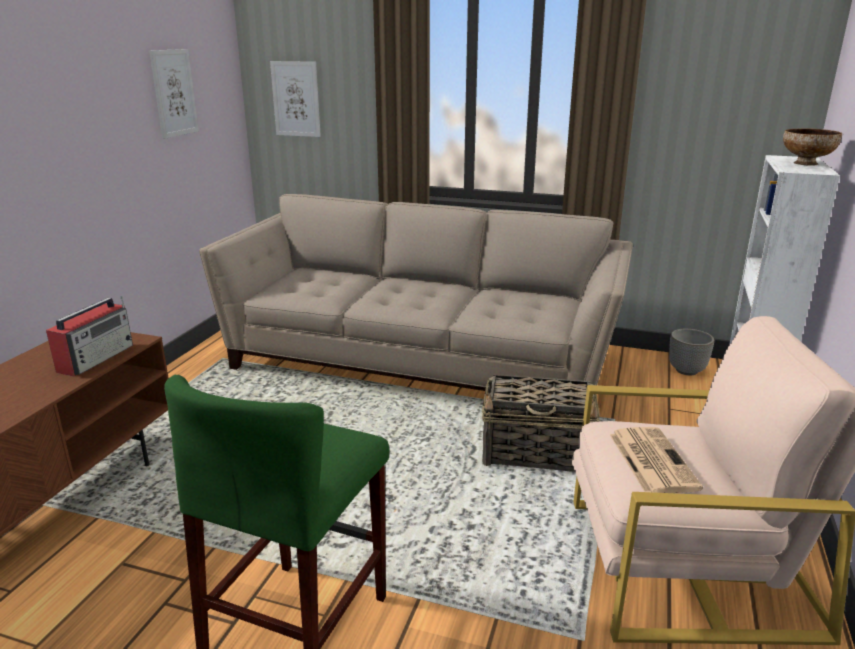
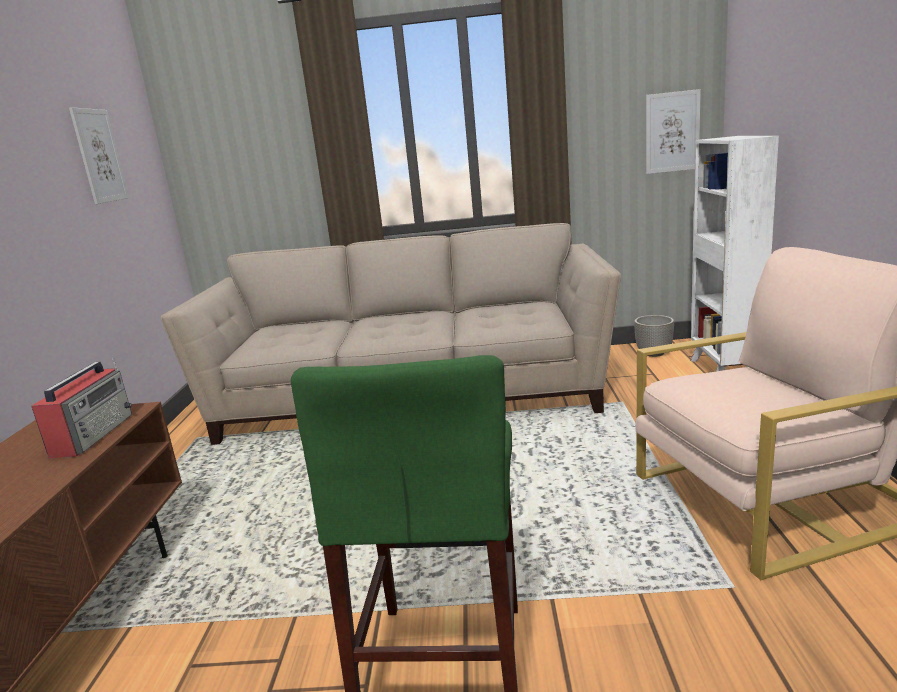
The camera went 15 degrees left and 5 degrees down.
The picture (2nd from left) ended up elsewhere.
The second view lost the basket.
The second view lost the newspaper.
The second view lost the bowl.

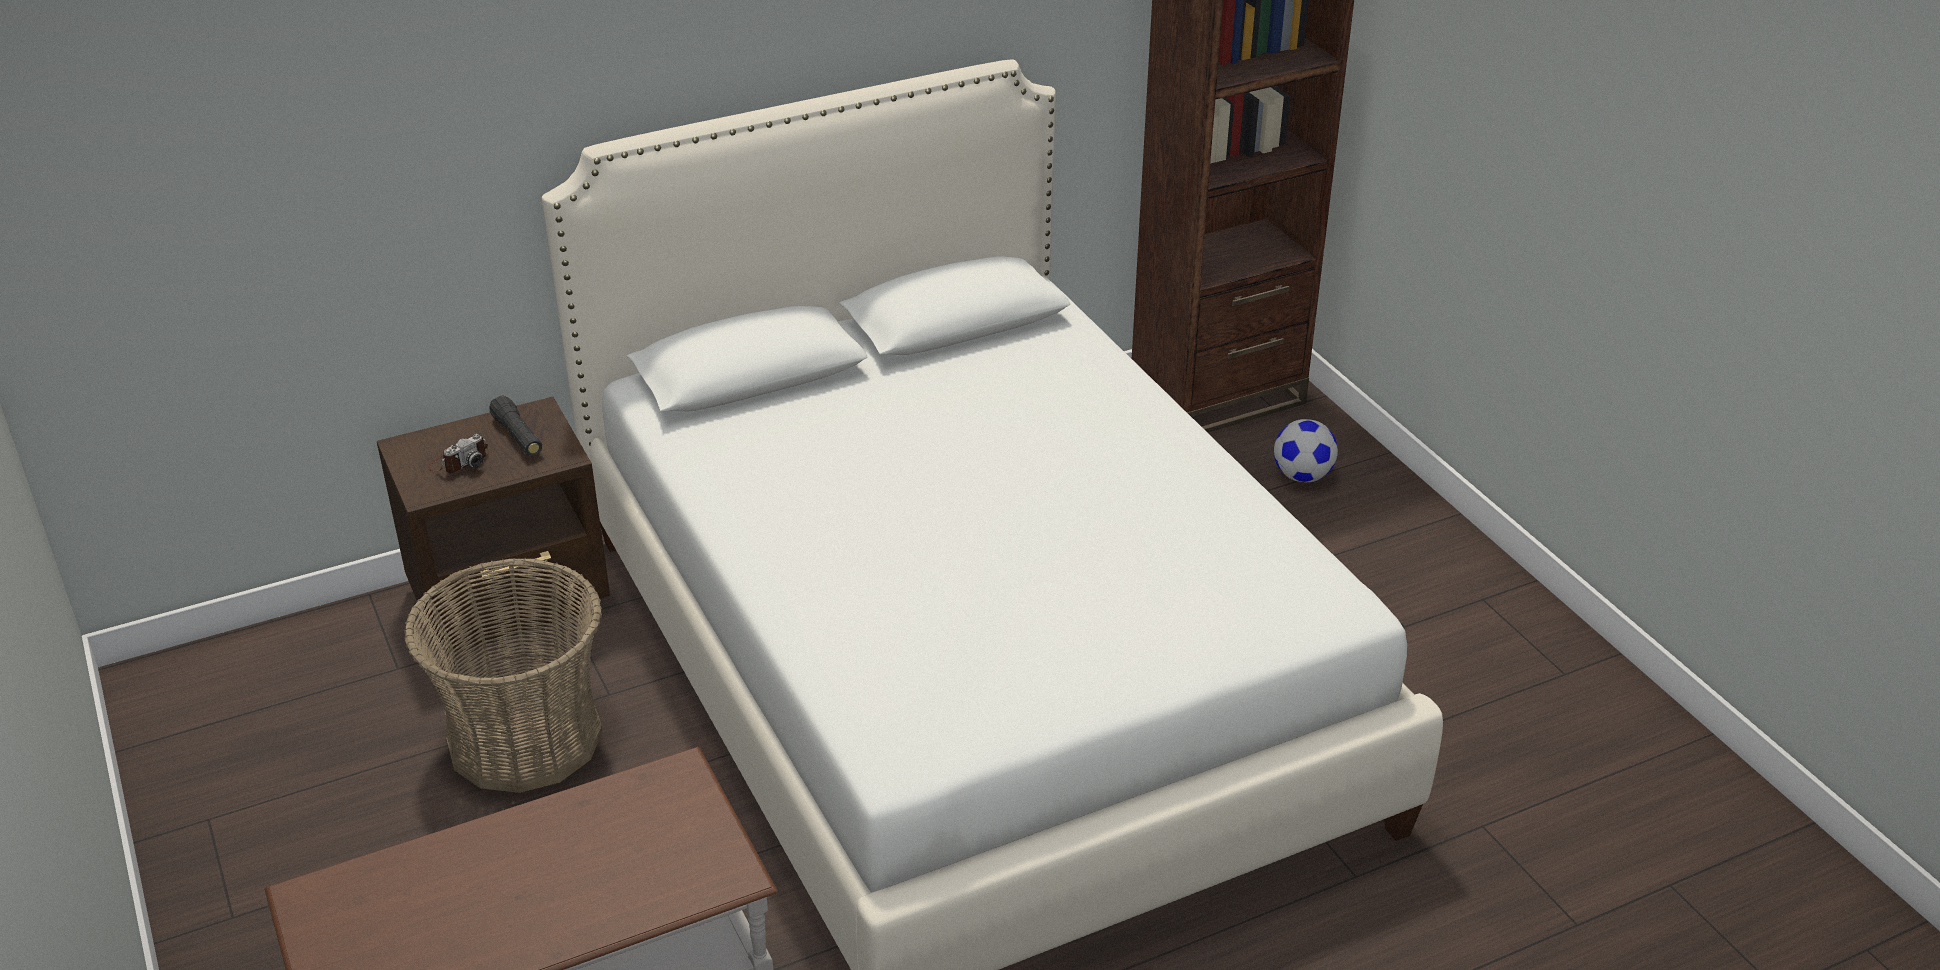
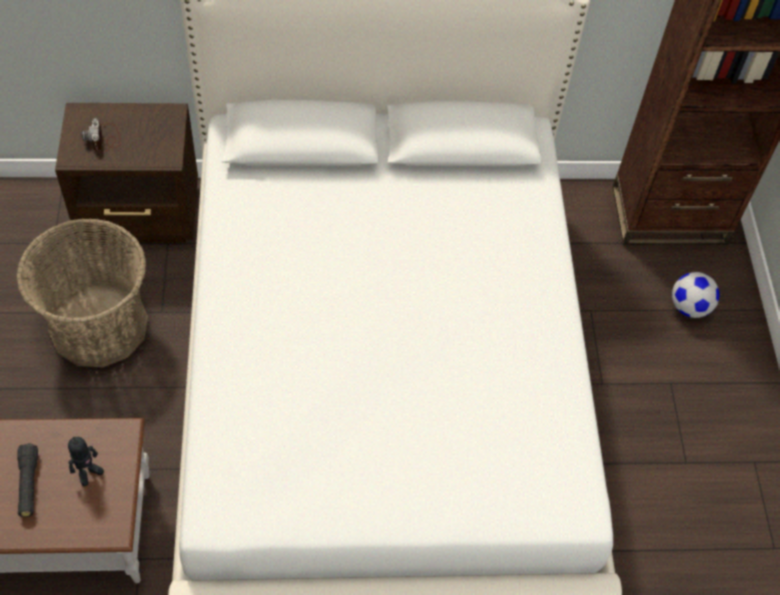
The camera went 20 degrees right and 20 degrees up.
The black_flashlight ended up elsewhere.
The second view gained the toy_robot.
The photo_camera ended up facing another way, 105 degrees clockwise from before.

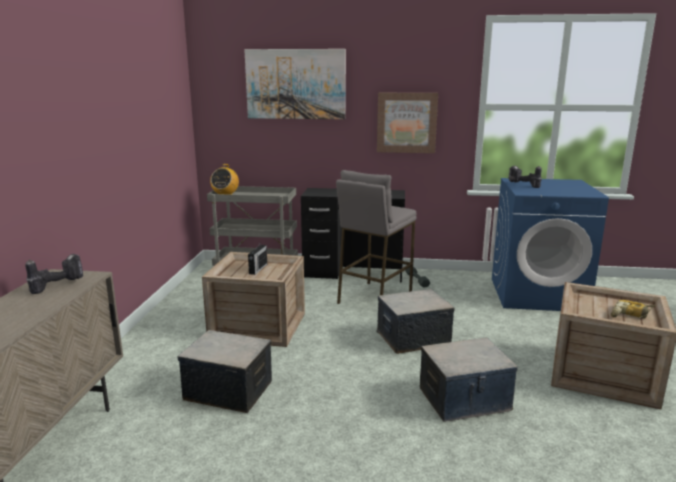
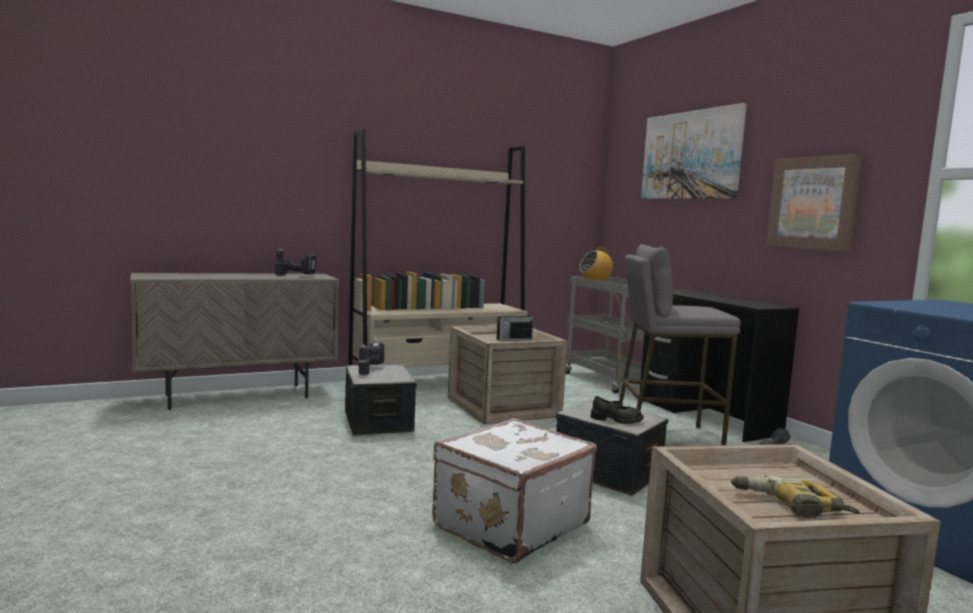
The camera went 55 degrees right and 10 degrees down.
The second view gained the beige_bookcase.
The power_drill (2nd from left) ended up elsewhere.
Where the storage_box (3rd from left) stood, the white_suitcase came to stand.
The second view gained the black_shoe.

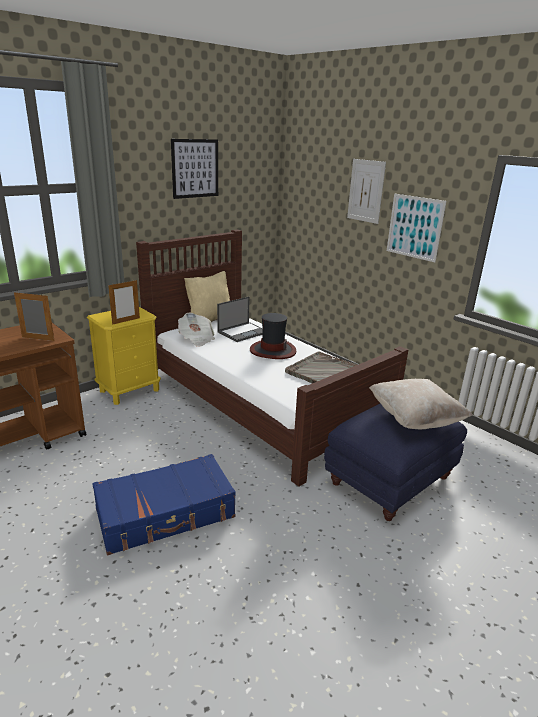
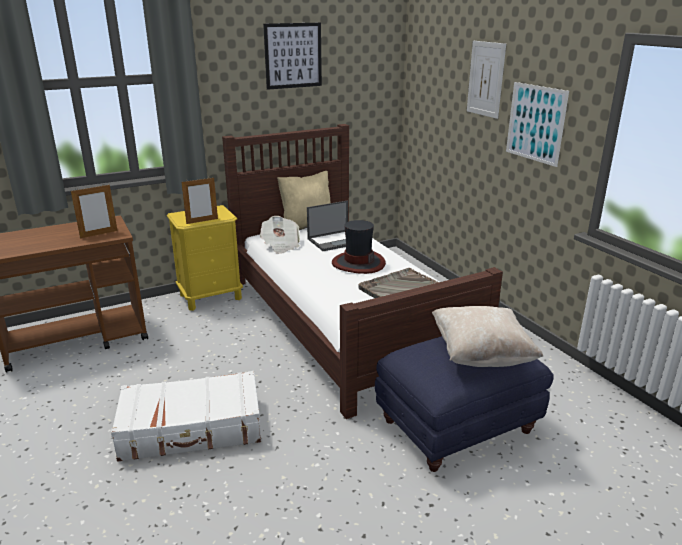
The camera went 15 degrees right and 0 degrees up.
The picture_frame (1st from left) ended up facing another way, 120 degrees clockwise from before.
What was the blue_suitcase turned into the white_suitcase.

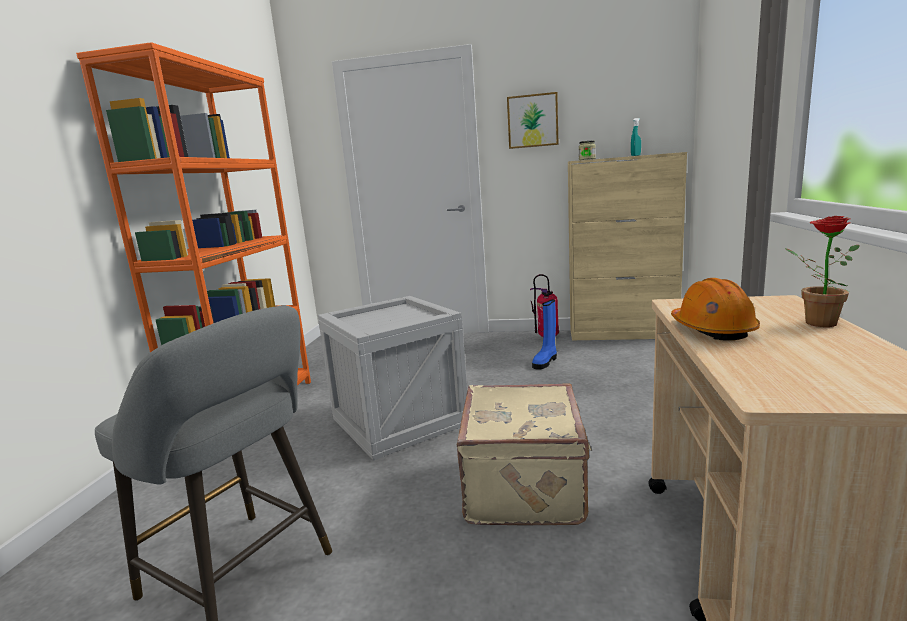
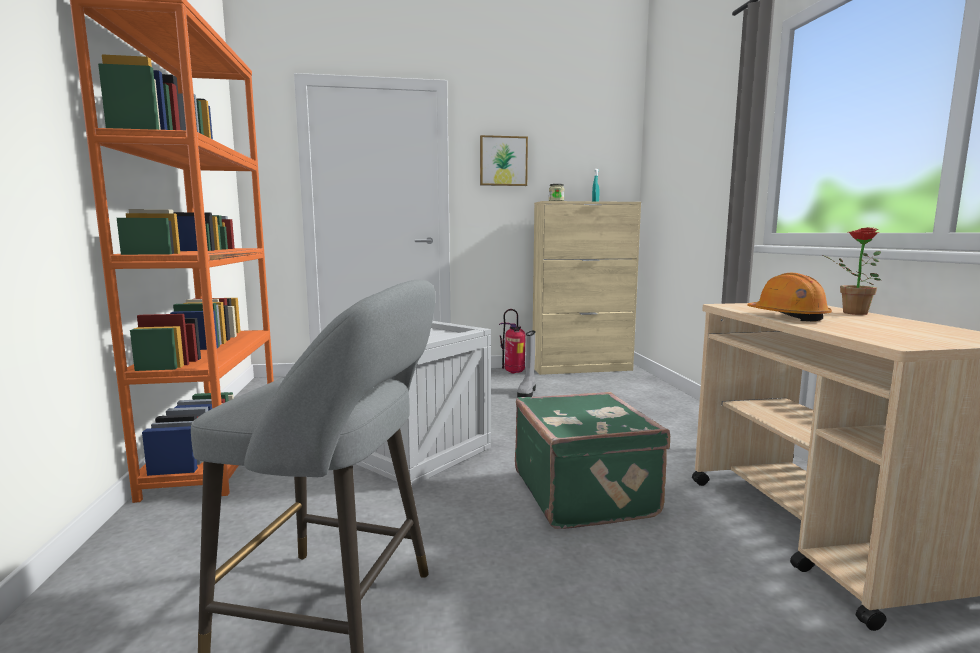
The camera went 20 degrees left and 5 degrees down.
What was the beige_suitcase turned into the green_suitcase.
What was the blue_boot turned into the grey_boot.

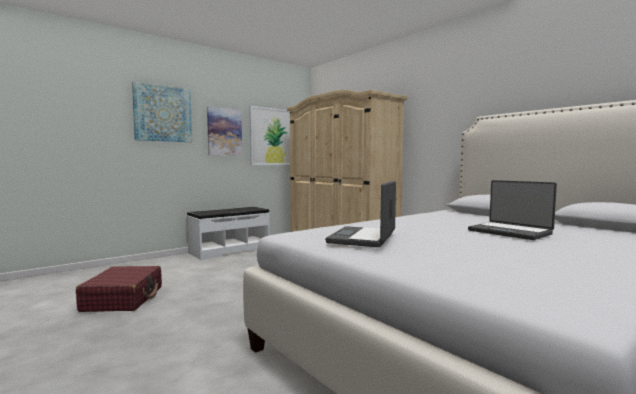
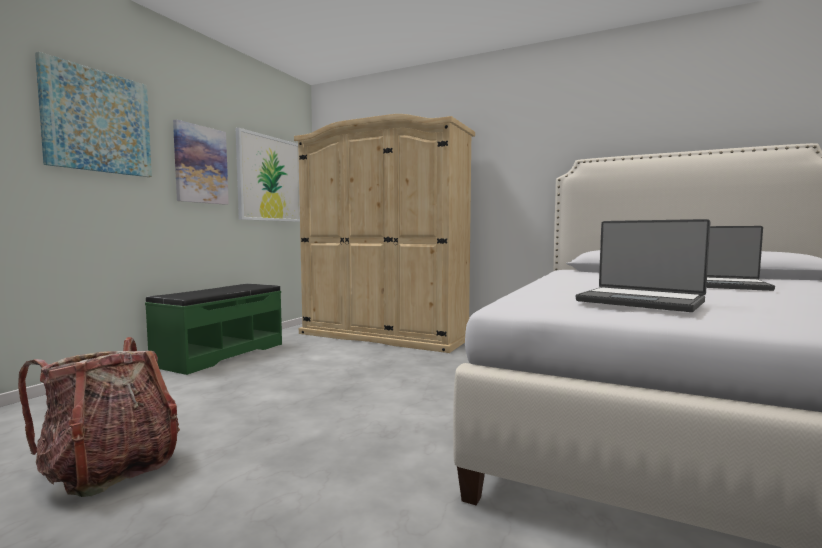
The camera went 25 degrees left and 0 degrees up.
Where the red_suitcase stood, the backpack came to stand.
What was the white_bench turned into the green_bench.
The laptop (1st from left) ended up facing another way, 45 degrees counterclockwise from before.

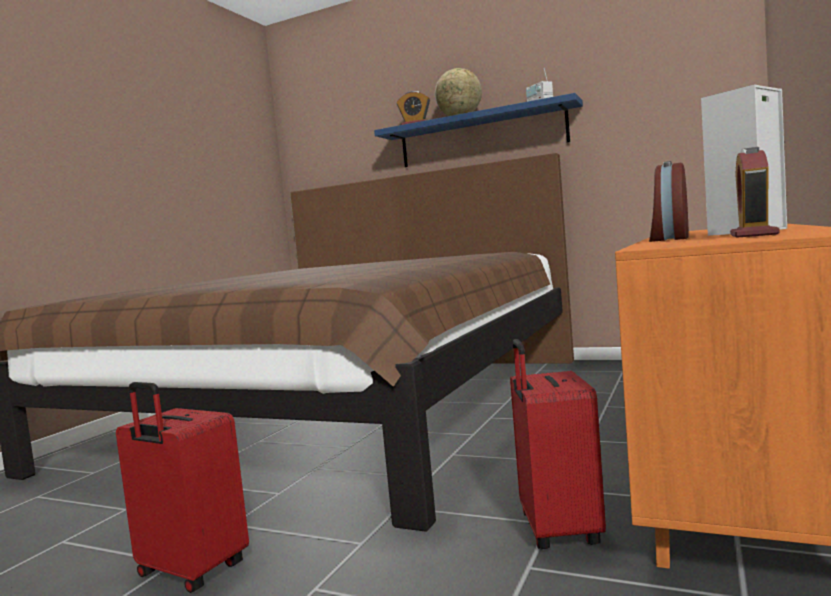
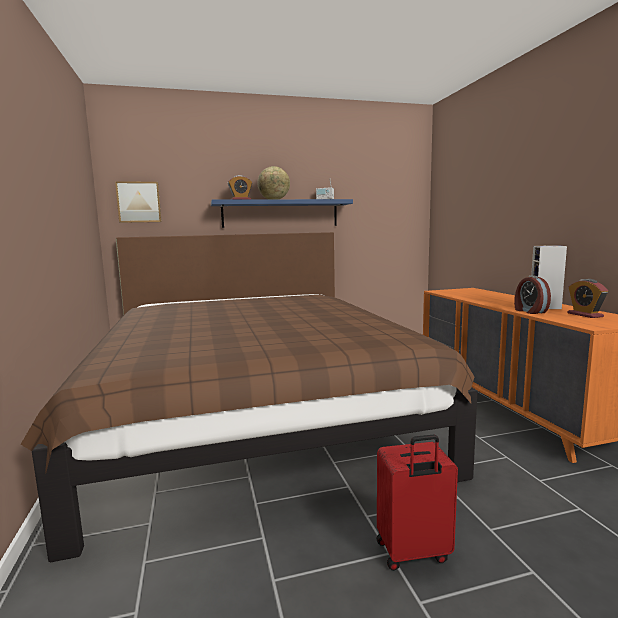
The camera went 40 degrees left and 5 degrees up.
The second view gained the picture.
The second view lost the red_suitcase (2nd from left).

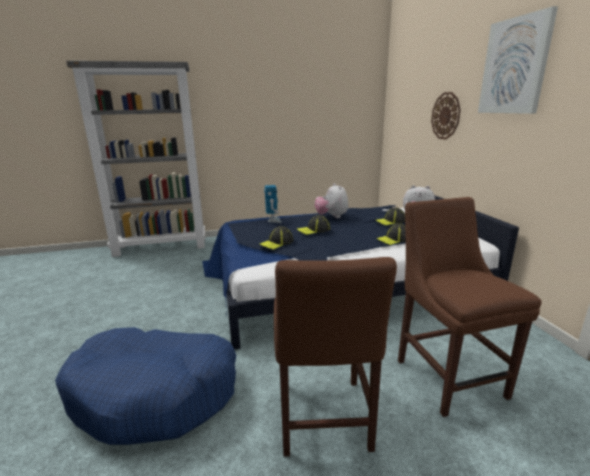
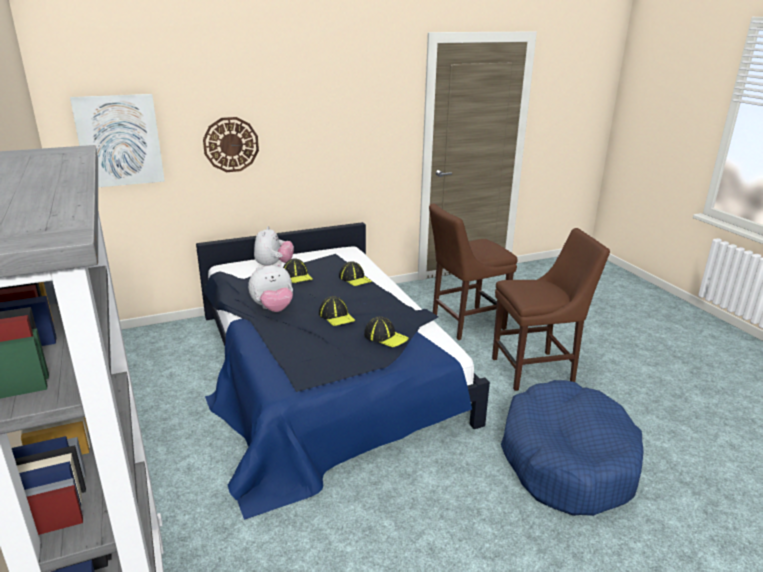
The camera went 100 degrees left and 5 degrees up.
The picture ended up elsewhere.
The second view lost the toy_robot.

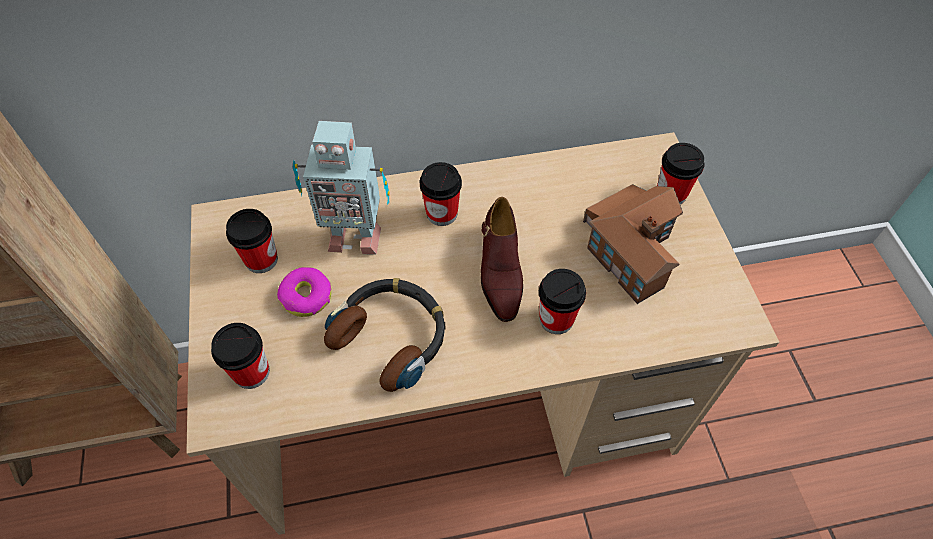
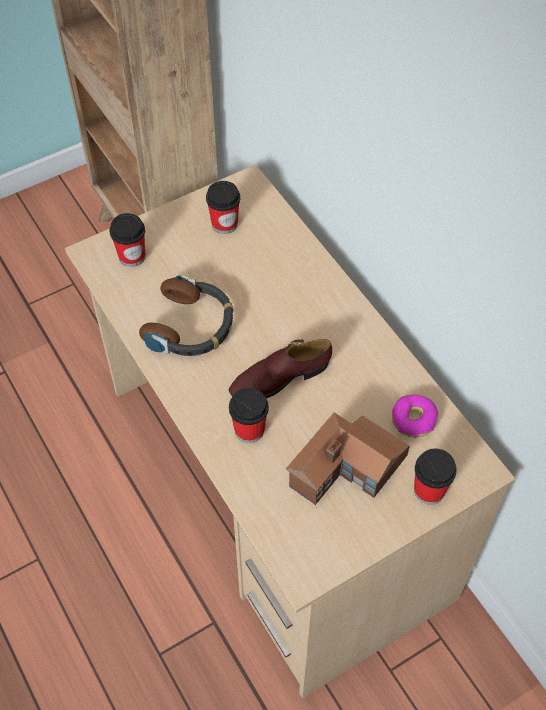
The camera went 70 degrees right and 0 degrees up.
The donut ended up elsewhere.
The second view lost the toy_robot.
The second view lost the cup (3rd from left).

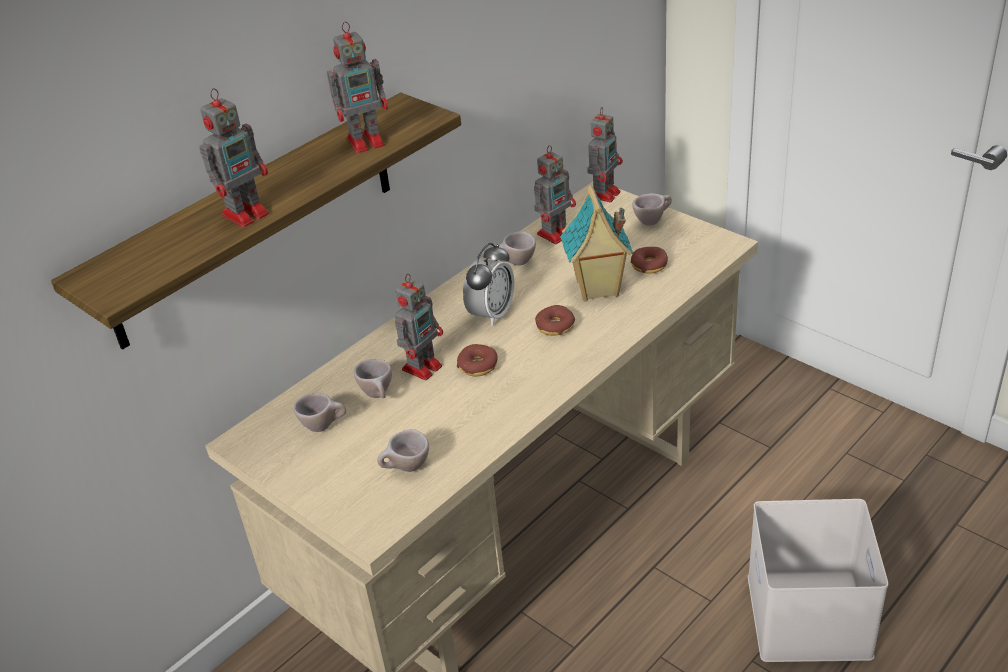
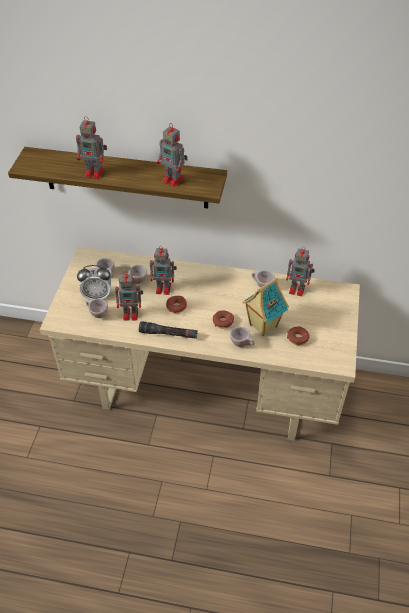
The camera went 55 degrees right and 10 degrees up.
The alarm_clock ended up elsewhere.
The toy_robot (5th from left in the first image) ended up elsewhere.
The second view gained the black_flashlight.
The beige_cup (5th from left in the first image) ended up elsewhere.
The second view lost the white_storage_box.

